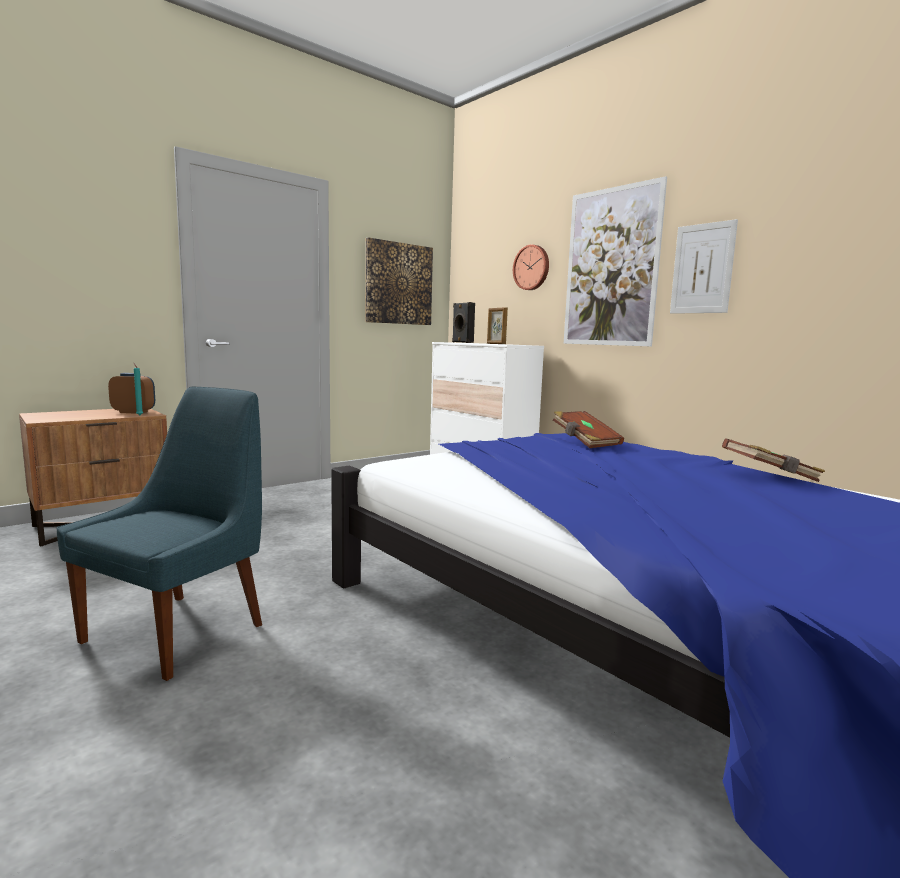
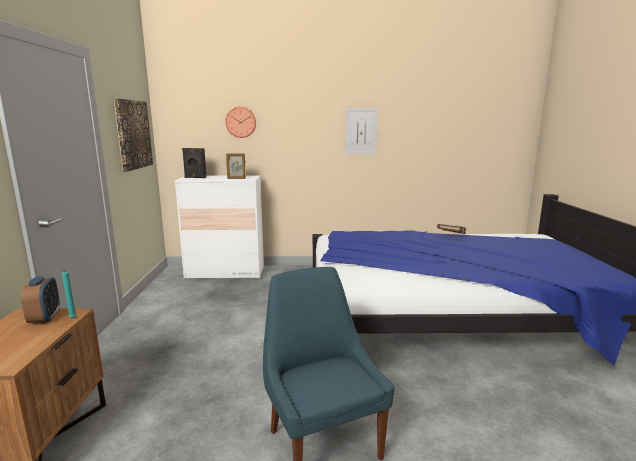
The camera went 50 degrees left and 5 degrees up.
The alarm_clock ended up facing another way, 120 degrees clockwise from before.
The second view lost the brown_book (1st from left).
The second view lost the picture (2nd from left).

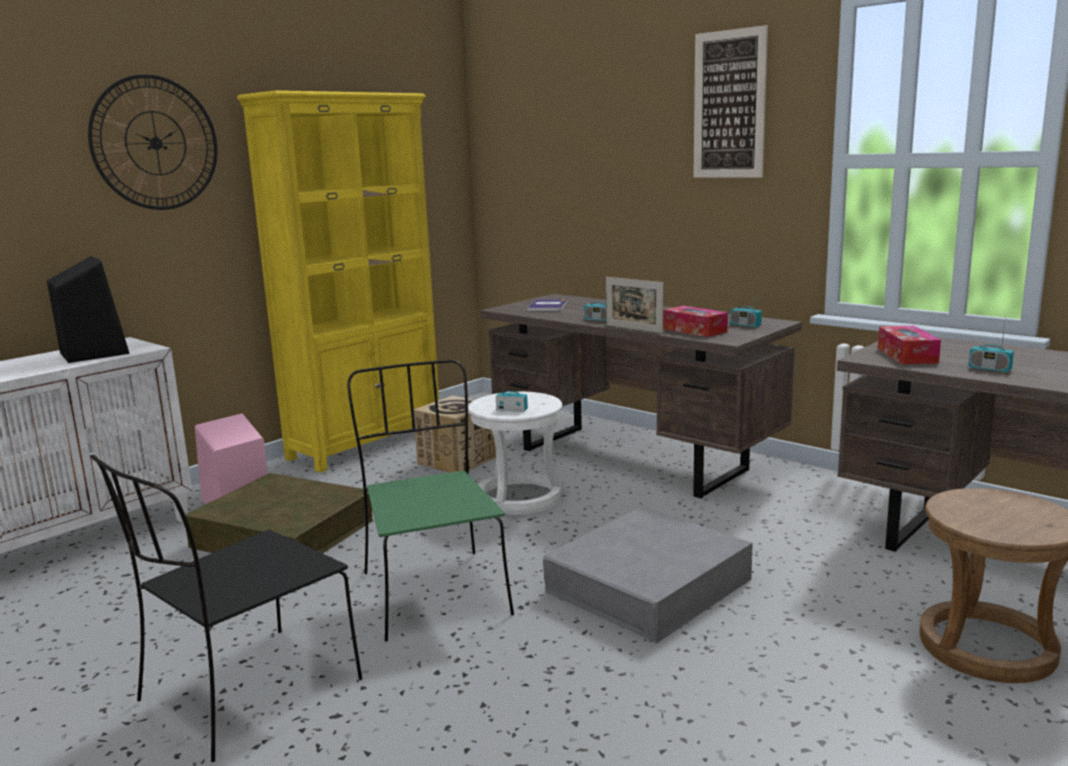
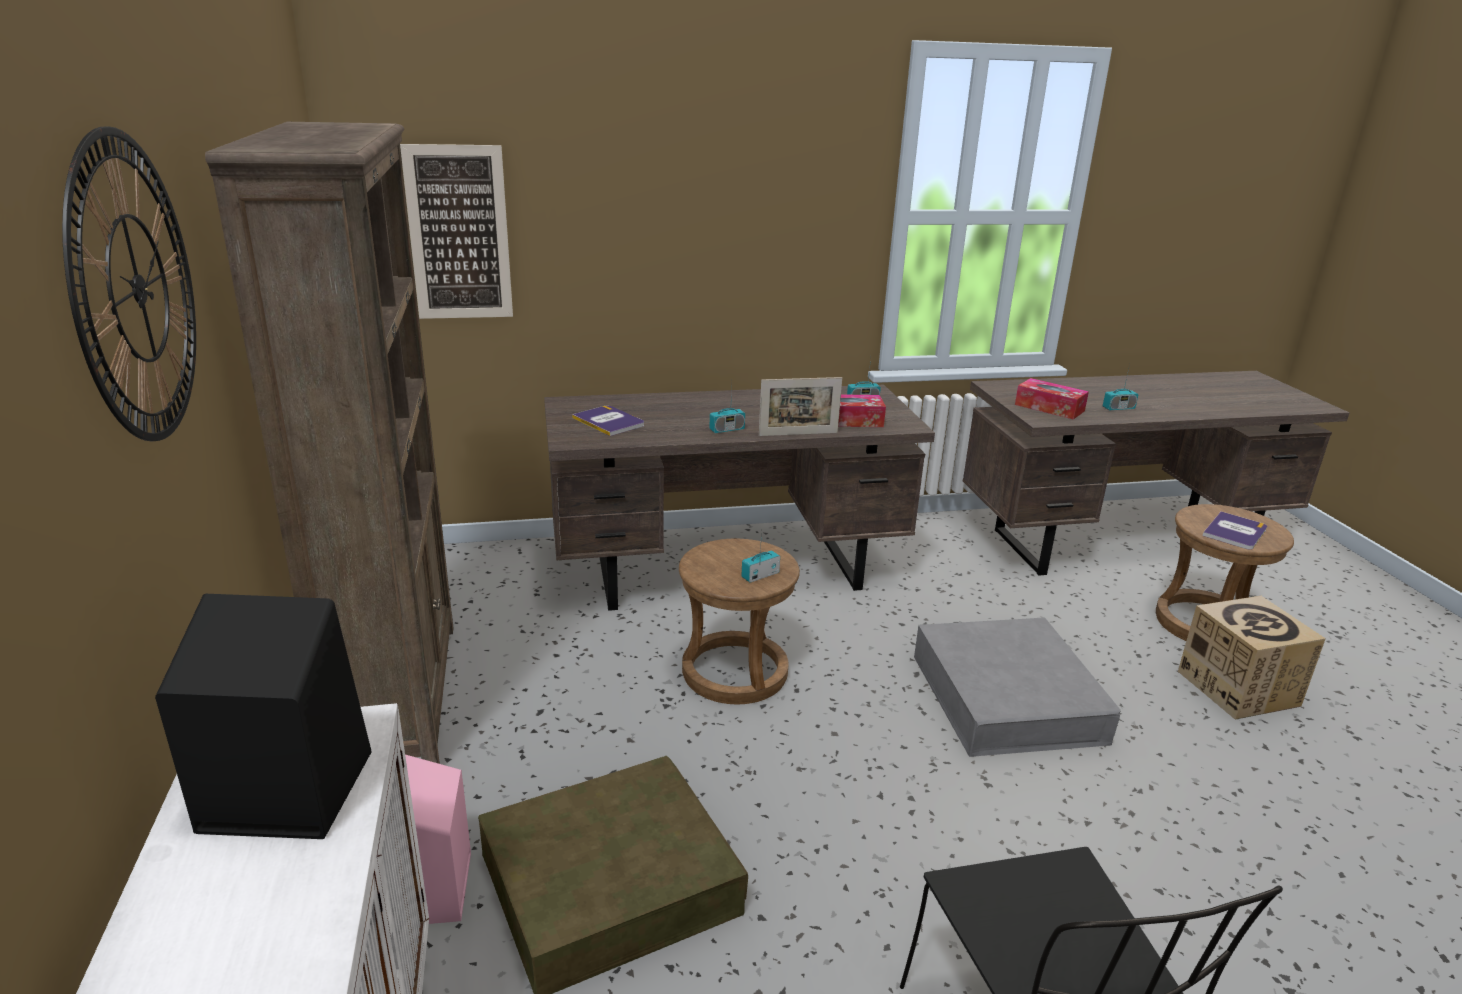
The camera went 55 degrees left and 10 degrees up.
What was the yellow_bookcase turned into the brown_bookcase.
The picture ended up elsewhere.
What was the white_stool turned into the brown_stool (1st from left).
The cardboard_box ended up elsewhere.
The second view gained the book (2nd from left).
The second view lost the green_chair.

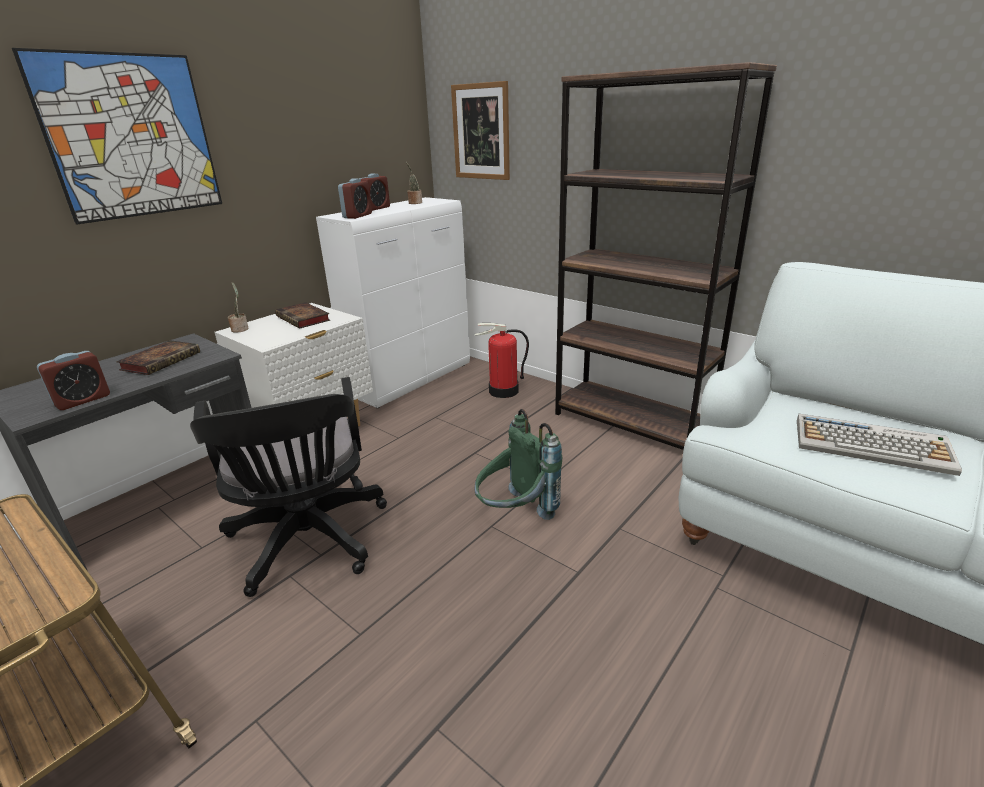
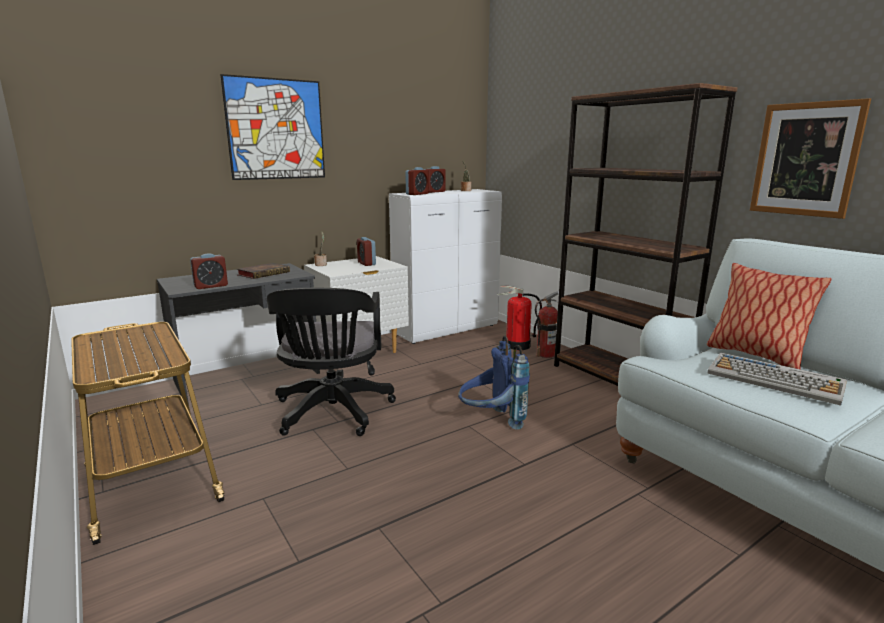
The camera went 15 degrees right and 10 degrees down.
Where the book (2nd from left) stood, the alarm_clock (2nd from left) came to stand.
What was the green_backpack turned into the blue_backpack.
The second view gained the fire_extinguisher (2nd from left).
The second view gained the pillow.
The picture (2nd from left) ended up elsewhere.

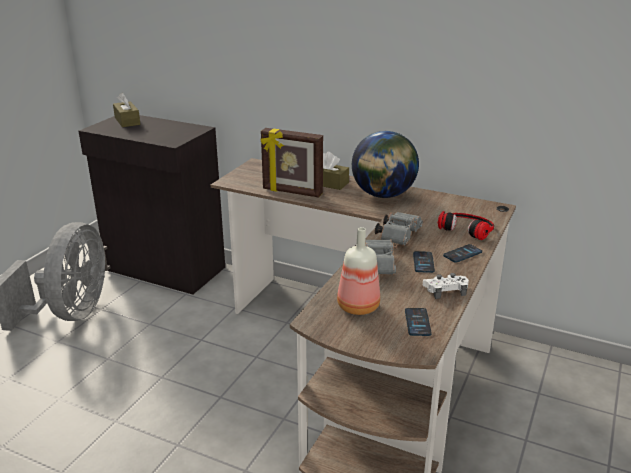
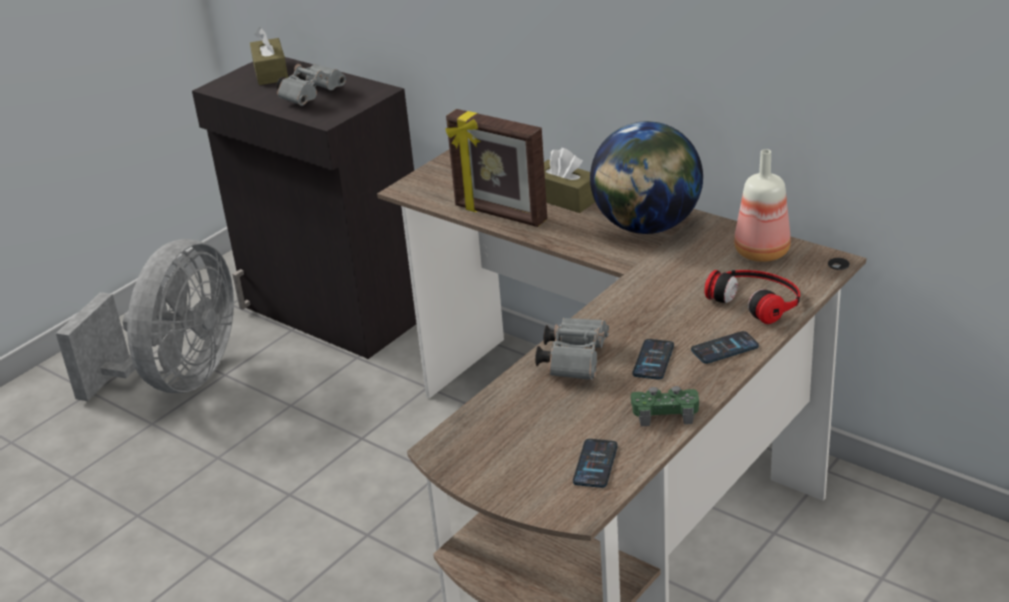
The camera went 15 degrees right and 5 degrees up.
The grey_binoculars (2nd from left in the first image) ended up elsewhere.
What was the white_game_controller turned into the green_game_controller.
The bottle ended up elsewhere.

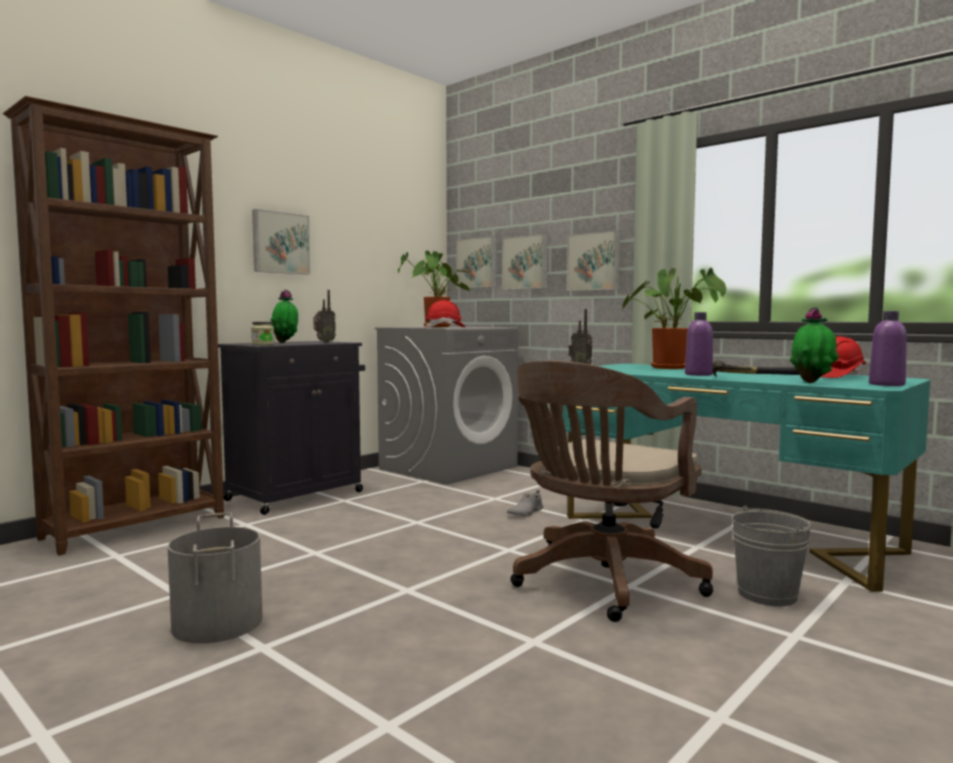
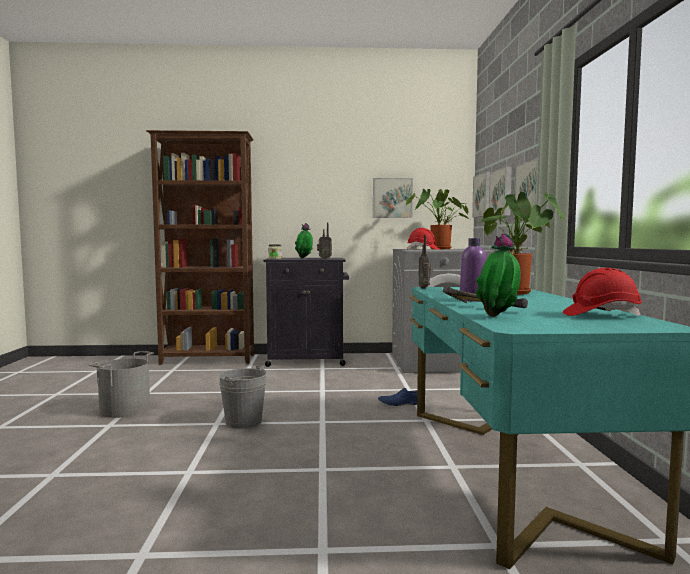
The camera went 45 degrees right and 0 degrees up.
The grey_bucket (2nd from left) ended up elsewhere.
The picture (1st from left) ended up elsewhere.
What was the grey_shoe turned into the blue_shoe.
The second view lost the brown_office_chair.
The second view lost the purple_bottle (2nd from left).

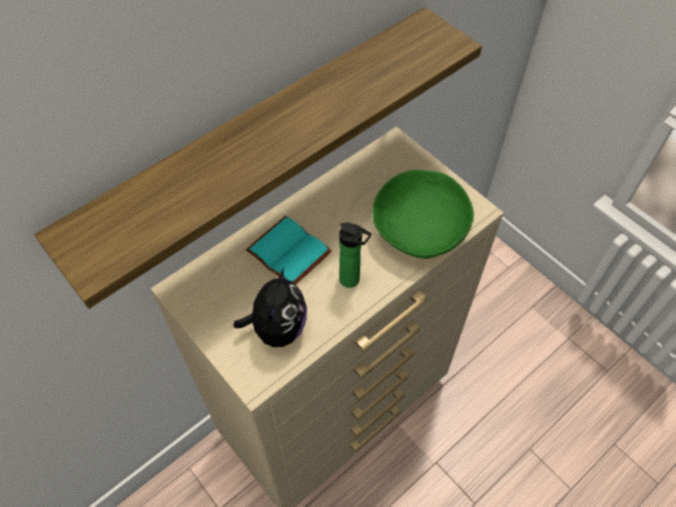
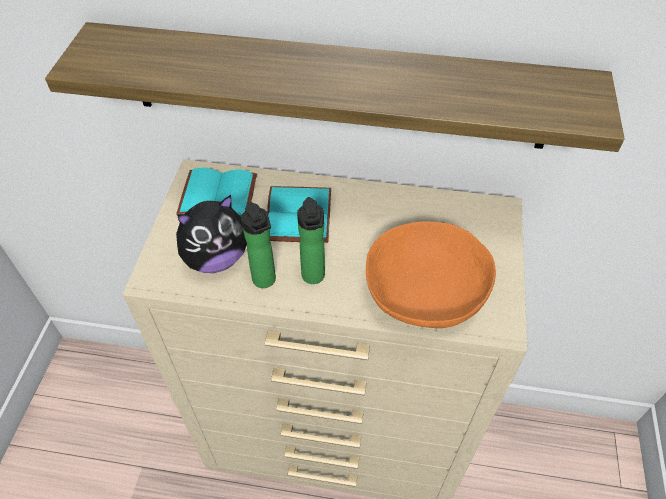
The camera went 50 degrees right and 5 degrees down.
The second view gained the turquoise_book (1st from left).
The second view gained the bottle (1st from left).
What was the green_bowl turned into the orange_bowl.

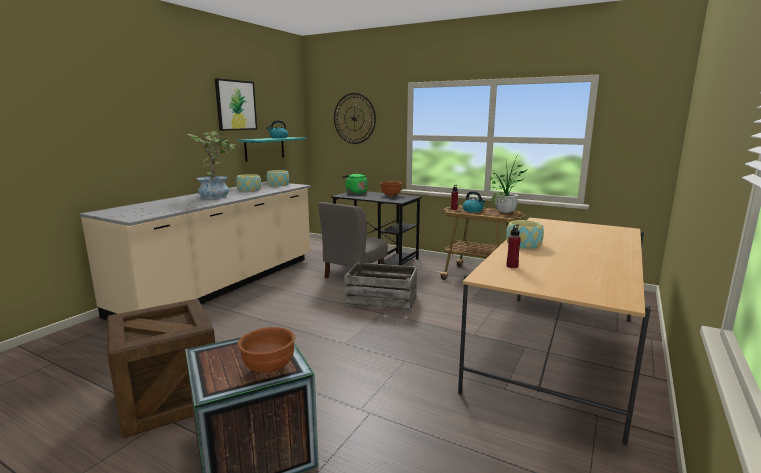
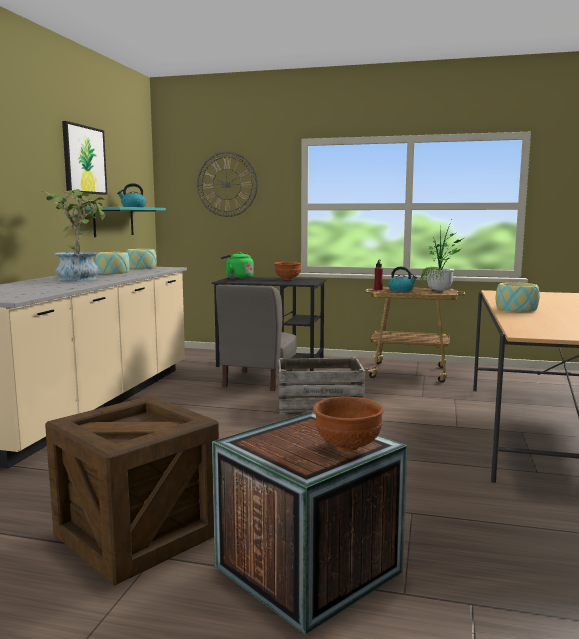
The camera went 15 degrees left and 5 degrees down.
The second view lost the red_bottle (2nd from left).

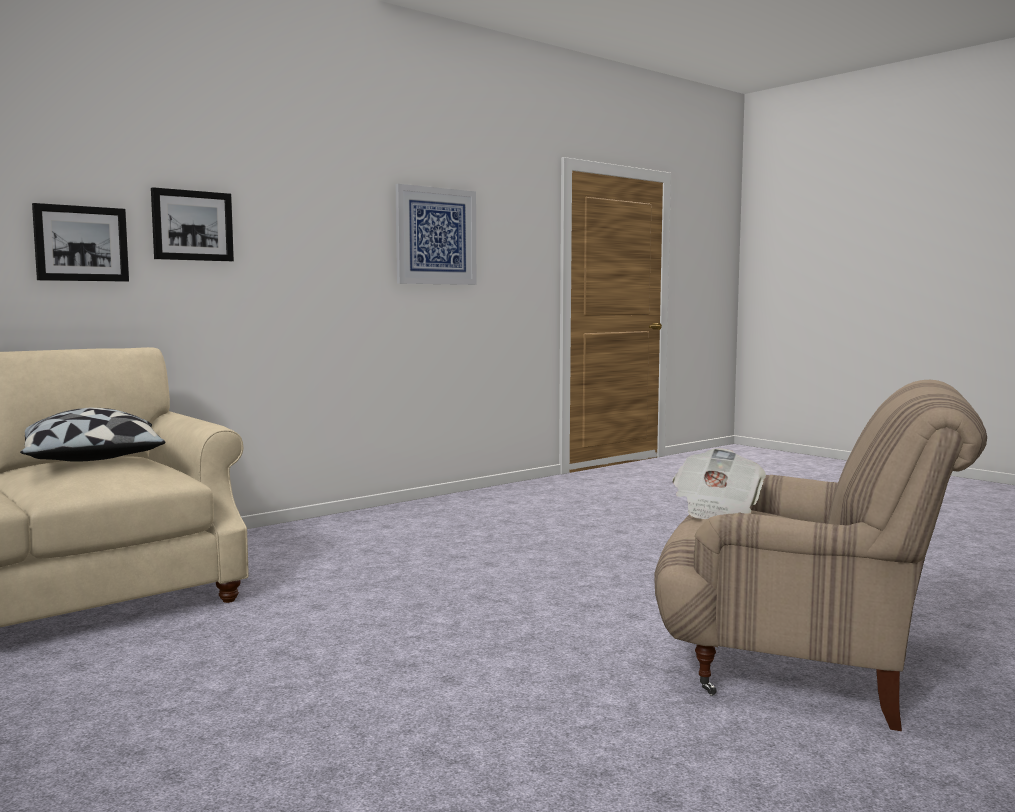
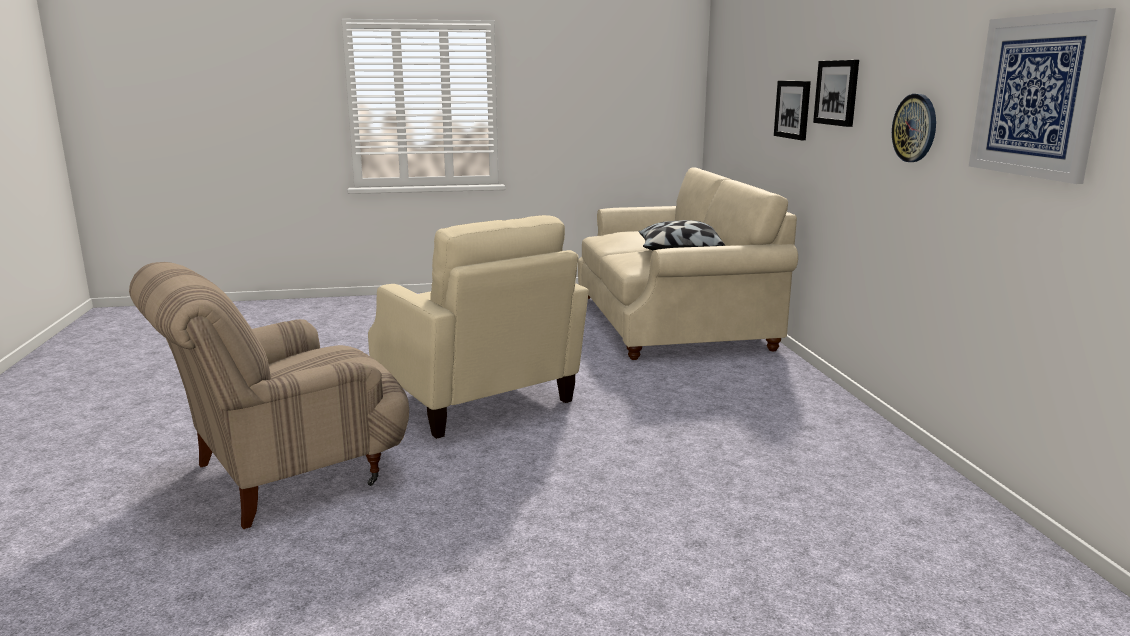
The camera went 120 degrees right and 10 degrees up.
The second view gained the beige_armchair (2nd from left).
The second view gained the wall_clock.
The second view lost the newspaper.

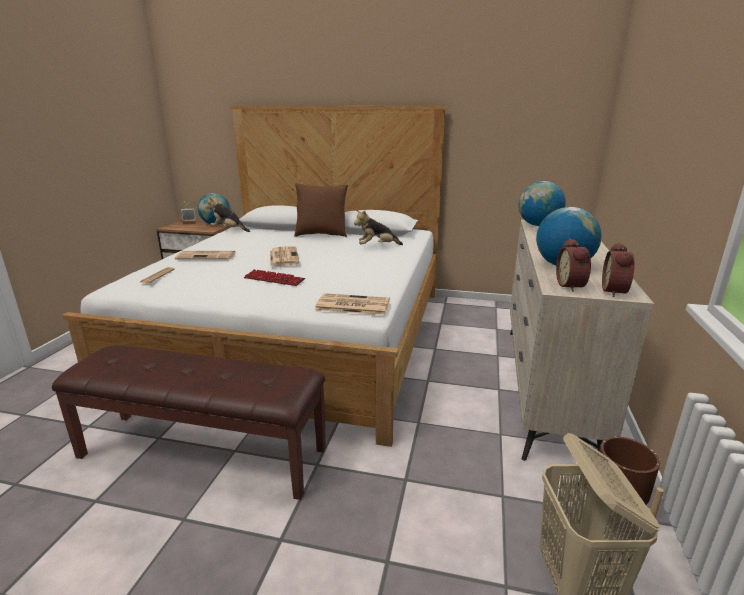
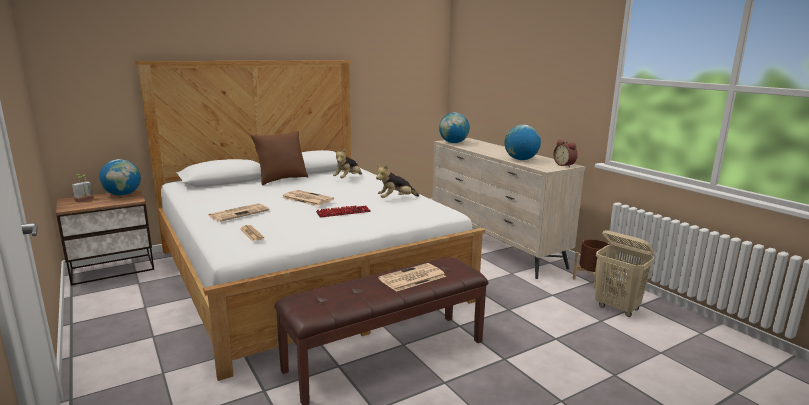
The camera went 45 degrees left and 5 degrees down.
The plush_toy (1st from left in the first image) ended up elsewhere.
The newspaper (4th from left) ended up elsewhere.
The second view lost the alarm_clock (1st from left).

